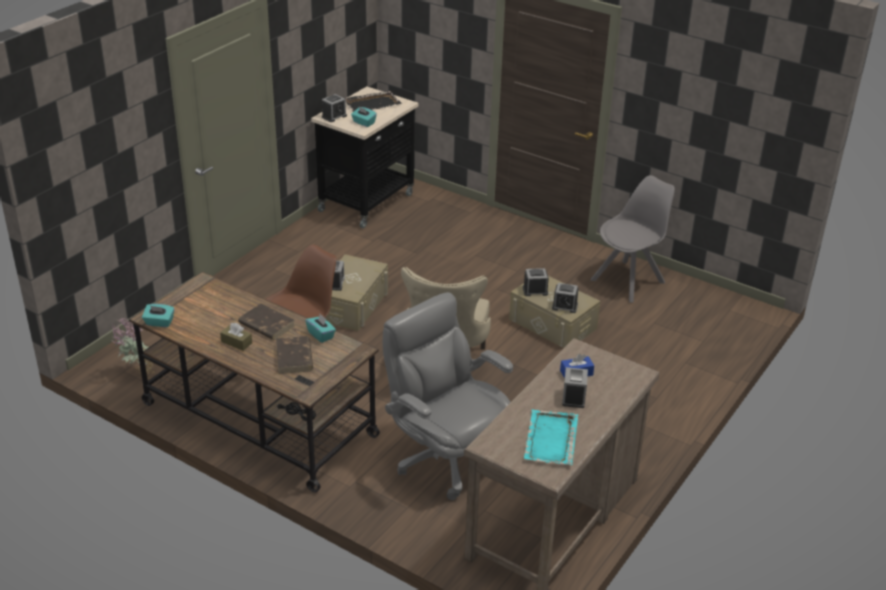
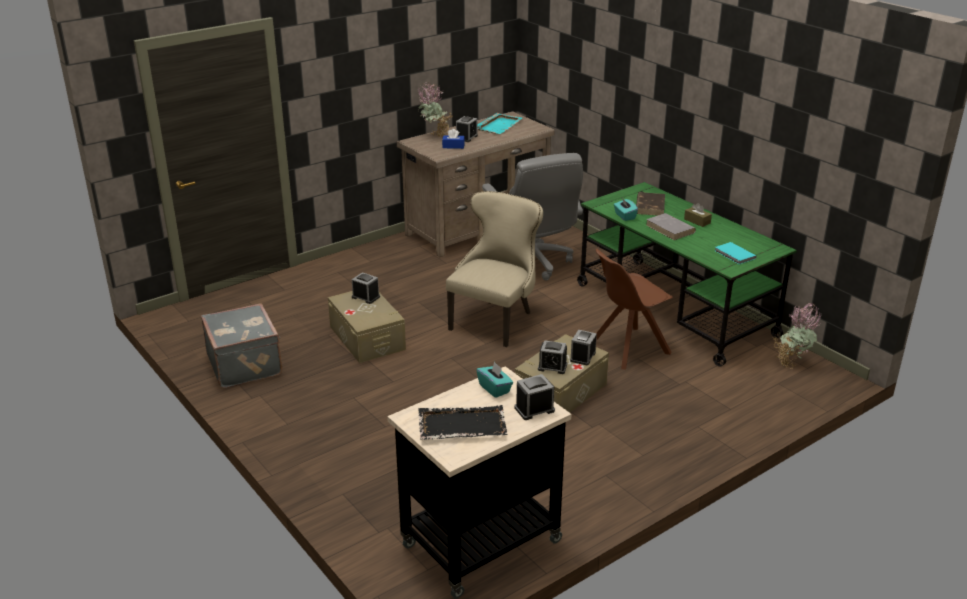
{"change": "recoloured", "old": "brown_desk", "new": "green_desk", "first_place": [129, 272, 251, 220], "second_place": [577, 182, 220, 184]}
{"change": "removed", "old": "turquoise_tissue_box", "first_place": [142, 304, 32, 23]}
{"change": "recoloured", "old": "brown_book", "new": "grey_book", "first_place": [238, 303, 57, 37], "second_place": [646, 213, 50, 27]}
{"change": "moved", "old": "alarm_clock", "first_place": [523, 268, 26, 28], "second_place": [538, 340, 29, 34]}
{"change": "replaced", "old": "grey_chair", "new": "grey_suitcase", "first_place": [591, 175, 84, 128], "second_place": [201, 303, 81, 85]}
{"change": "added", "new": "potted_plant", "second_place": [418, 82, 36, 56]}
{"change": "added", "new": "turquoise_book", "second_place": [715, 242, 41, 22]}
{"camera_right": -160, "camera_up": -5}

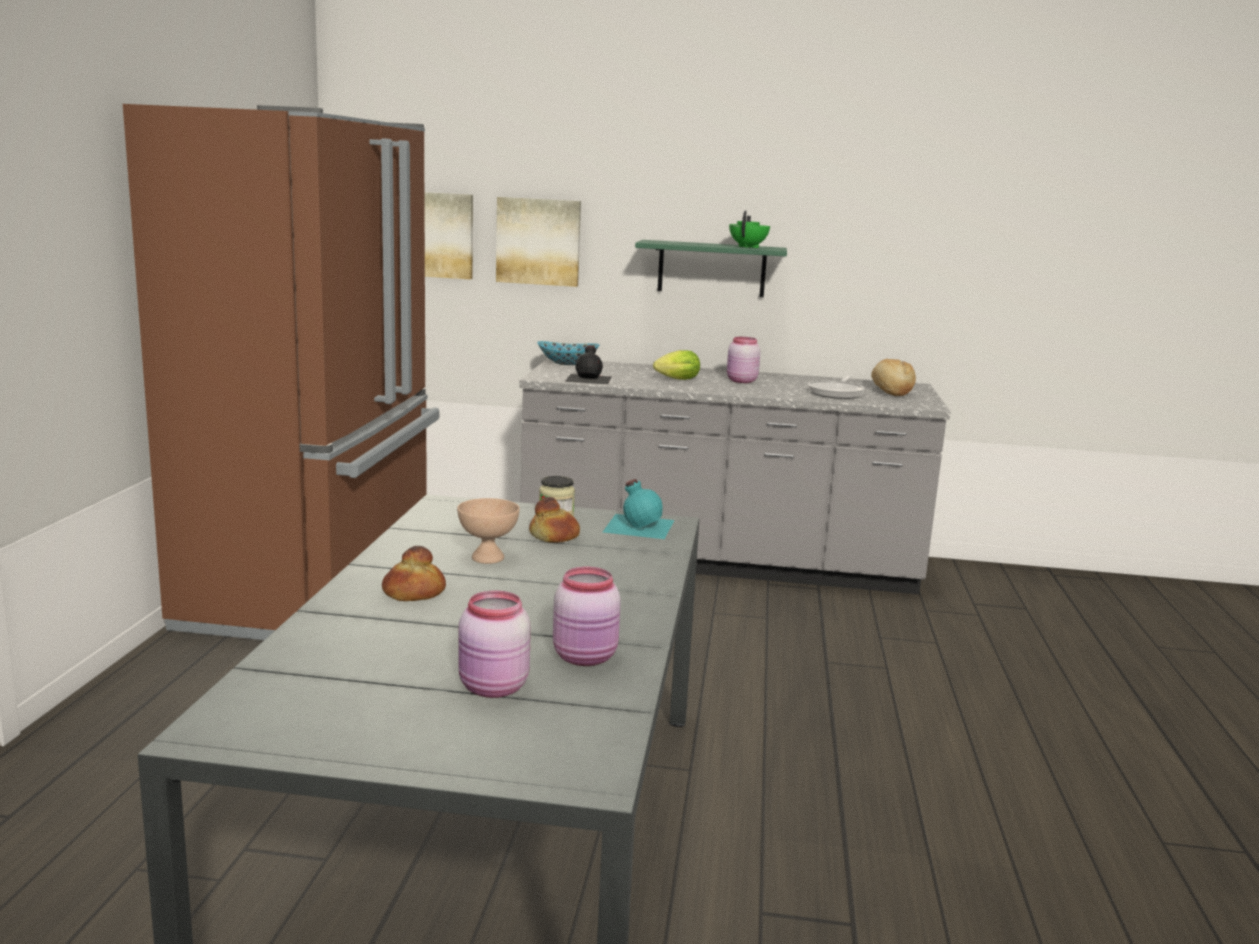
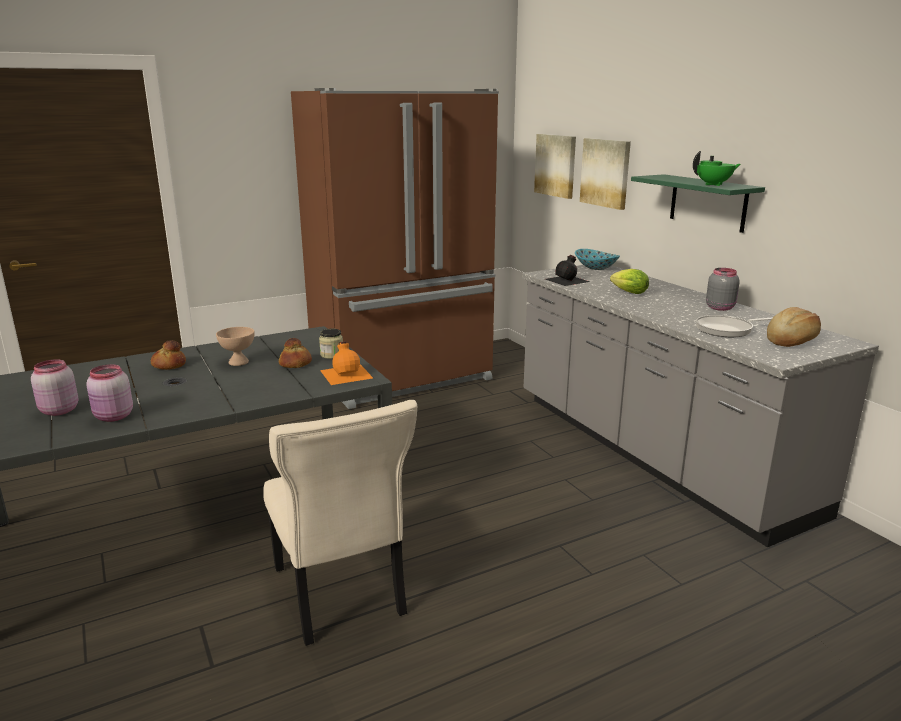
{"change": "recoloured", "old": "turquoise_bottle", "new": "orange_bottle", "first_place": [603, 479, 72, 60], "second_place": [320, 341, 53, 44]}
{"change": "removed", "old": "pink_jar", "first_place": [727, 337, 33, 46]}
{"change": "added", "new": "beige_chair", "second_place": [263, 400, 154, 246]}
{"change": "added", "new": "grey_jar", "second_place": [706, 268, 34, 43]}
{"camera_right": 55, "camera_up": 5}

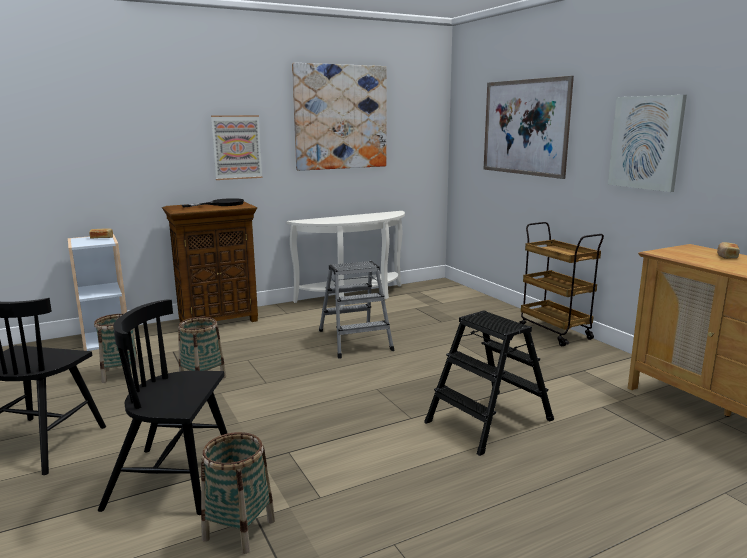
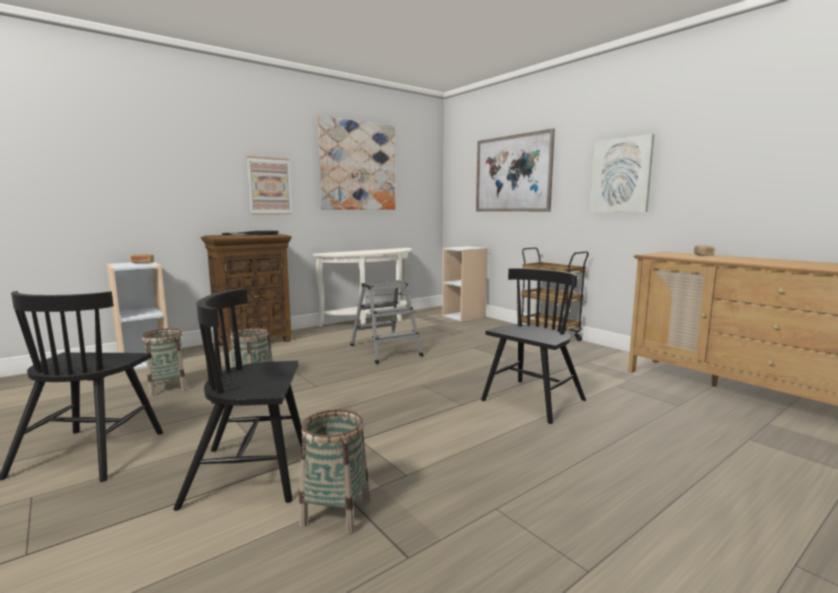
{"change": "replaced", "old": "black_step_ladder", "new": "black_chair", "first_place": [424, 310, 130, 146], "second_place": [481, 268, 105, 156]}
{"change": "added", "new": "bookcase", "second_place": [442, 246, 46, 76]}
{"camera_right": -10, "camera_up": -5}

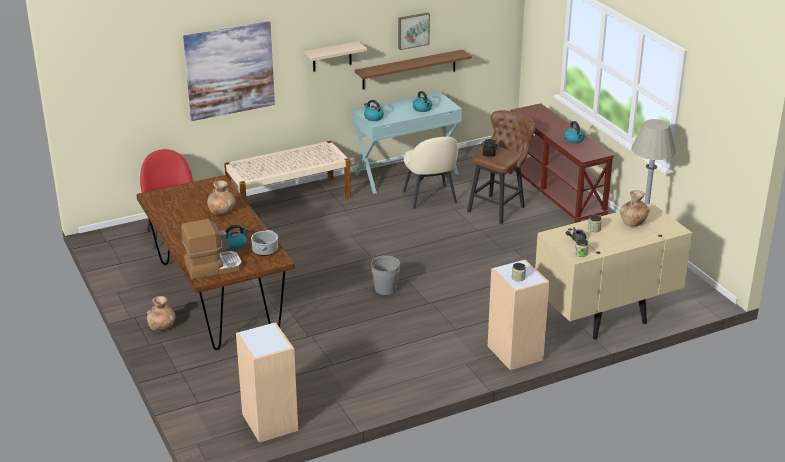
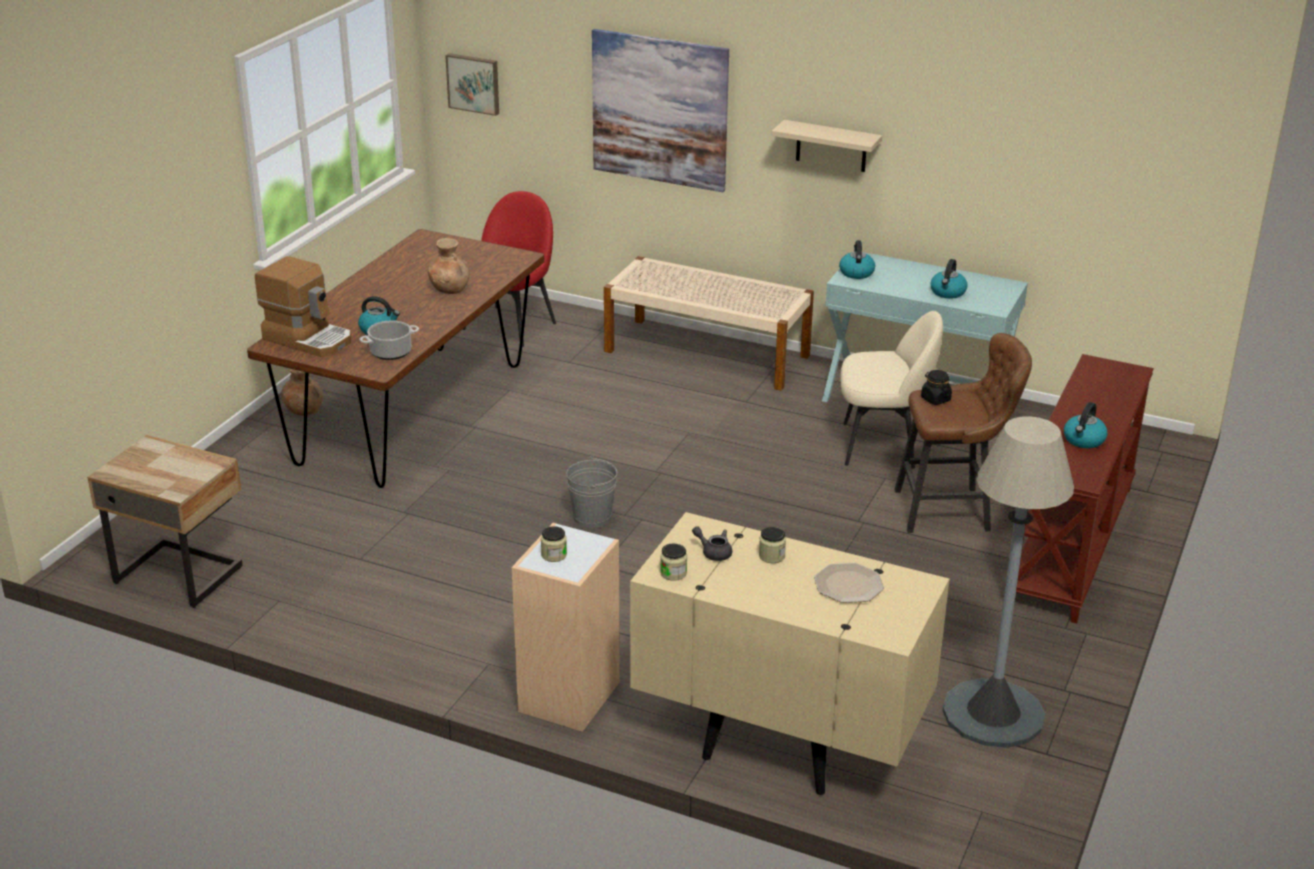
{"change": "replaced", "old": "bookcase", "new": "beige_nightstand", "first_place": [236, 322, 62, 121], "second_place": [87, 435, 156, 173]}
{"change": "removed", "old": "brown_shelf", "first_place": [355, 49, 117, 40]}
{"change": "moved", "old": "picture", "first_place": [398, 12, 32, 38], "second_place": [445, 53, 54, 63]}
{"change": "turned", "old": "beige_chair", "first_place": [403, 137, 55, 72], "second_place": [840, 311, 103, 158], "degrees": -120}
{"change": "replaced", "old": "brown_vase", "new": "plate", "first_place": [619, 190, 31, 37], "second_place": [814, 563, 70, 40]}
{"camera_right": 50, "camera_up": 0}

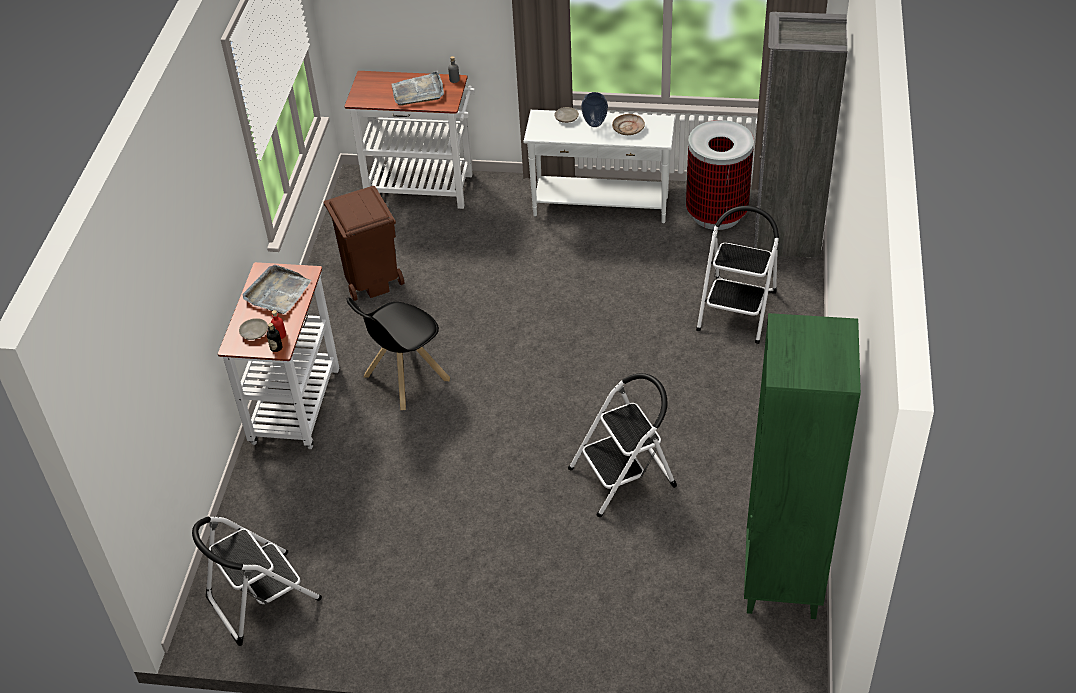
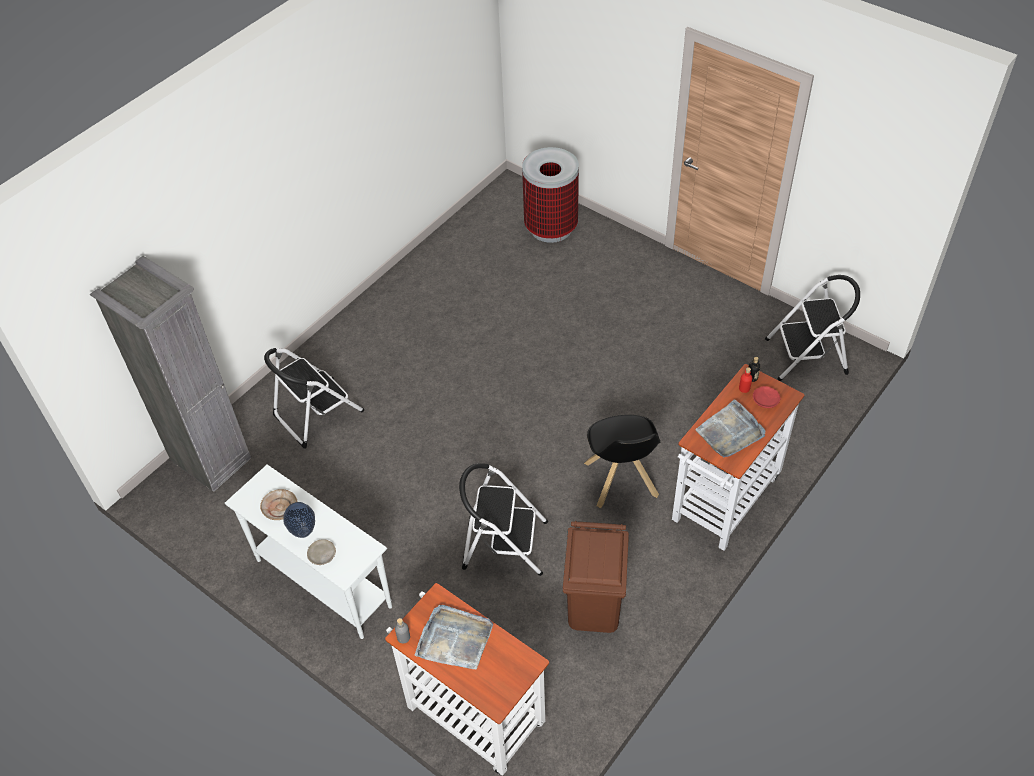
{"change": "recoloured", "old": "beige_plate", "new": "red_plate", "first_place": [239, 318, 29, 22], "second_place": [753, 386, 28, 22]}
{"change": "turned", "old": "black_chair", "first_place": [347, 298, 103, 112], "second_place": [584, 415, 77, 93], "degrees": 90}
{"change": "moved", "old": "step_ladder", "first_place": [568, 373, 109, 144], "second_place": [459, 463, 89, 113]}
{"change": "moved", "old": "trash_can", "first_place": [686, 120, 68, 110], "second_place": [522, 147, 57, 96]}
{"change": "removed", "old": "green_bookcase", "first_place": [744, 313, 117, 306]}
{"camera_right": -150, "camera_up": 5}

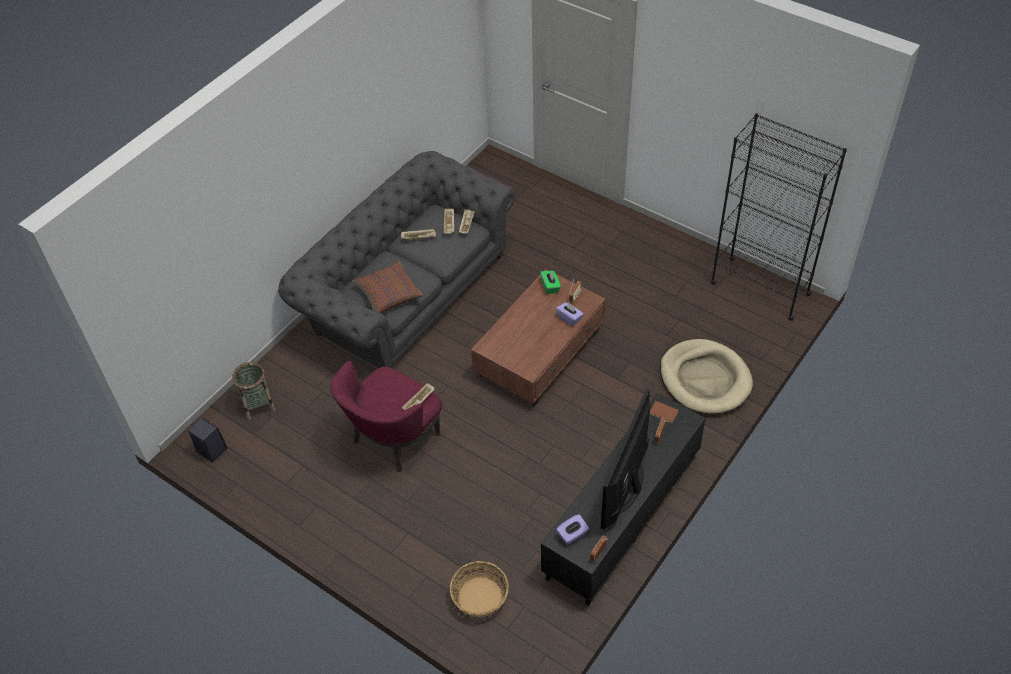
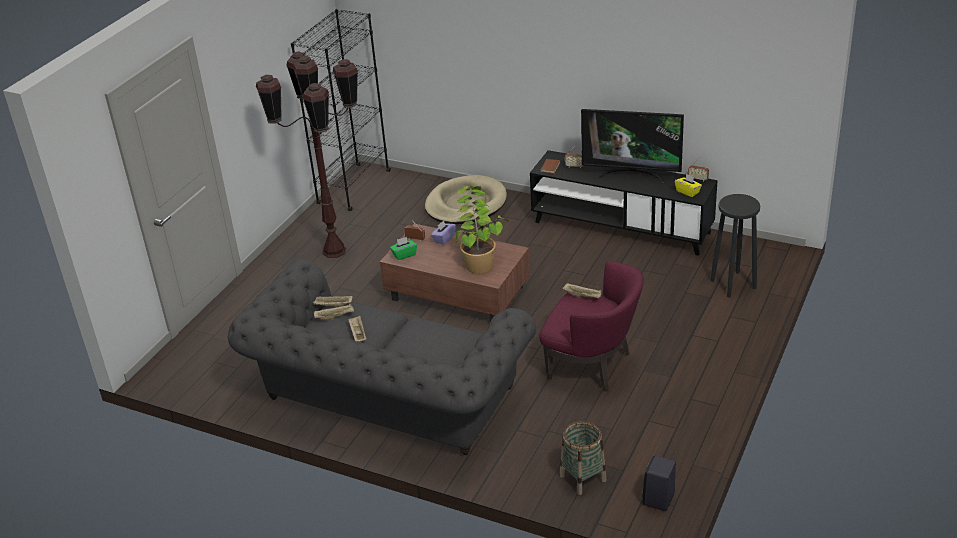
{"change": "removed", "old": "brown_pillow", "first_place": [352, 261, 71, 52]}
{"change": "replaced", "old": "basket", "new": "black_stool", "first_place": [450, 561, 59, 56], "second_place": [710, 194, 50, 104]}
{"change": "recoloured", "old": "purple_tissue_box", "new": "yellow_tissue_box", "first_place": [556, 514, 33, 31], "second_place": [675, 174, 27, 23]}
{"change": "added", "new": "brown_floor_lamp", "second_place": [256, 51, 102, 207]}
{"change": "added", "new": "potted_plant", "second_place": [456, 185, 53, 88]}
{"camera_right": -100, "camera_up": -15}

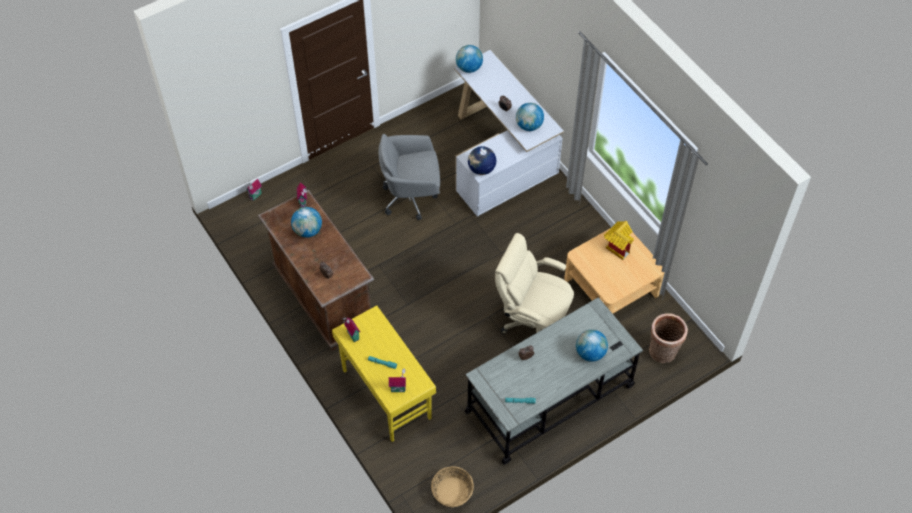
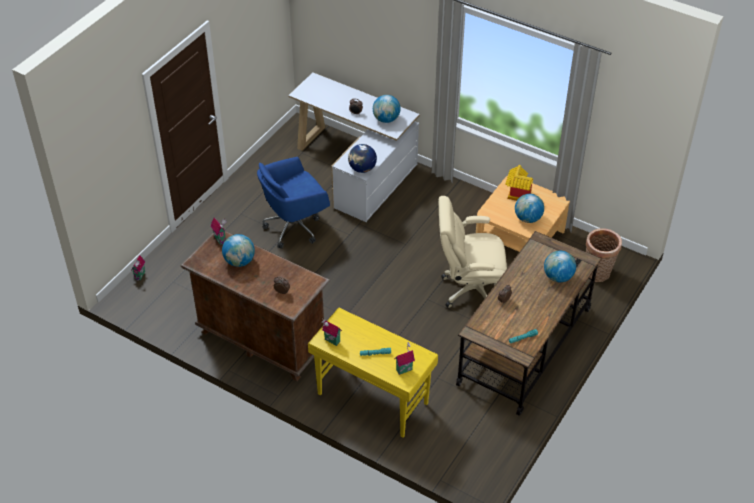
{"change": "recoloured", "old": "grey_office_chair", "new": "blue_office_chair", "first_place": [379, 134, 61, 86], "second_place": [257, 157, 73, 92]}
{"change": "removed", "old": "basket", "first_place": [431, 466, 43, 41]}
{"change": "moved", "old": "globe", "first_place": [456, 45, 27, 28], "second_place": [515, 194, 29, 29]}
{"change": "recoloured", "old": "grey_desk", "new": "brown_desk", "first_place": [465, 297, 178, 167], "second_place": [456, 231, 145, 185]}
{"camera_right": -25, "camera_up": -10}

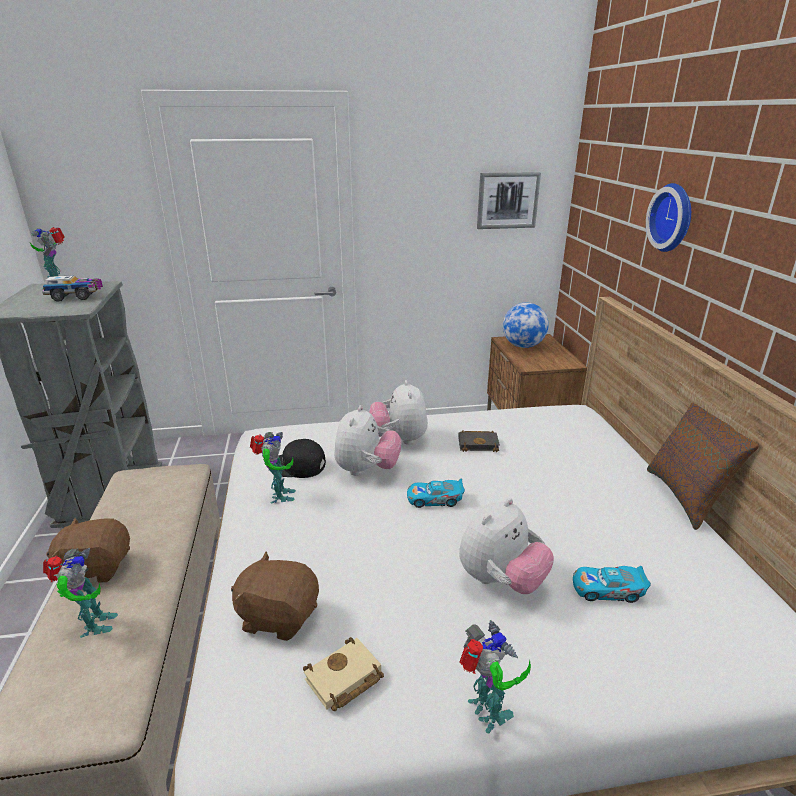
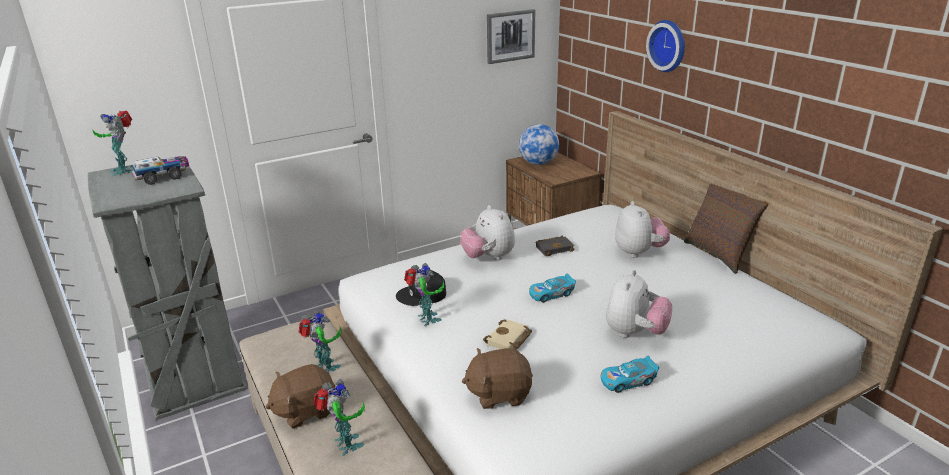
{"change": "moved", "old": "beige_book", "first_place": [303, 637, 81, 74], "second_place": [483, 319, 49, 31]}
{"change": "moved", "old": "plush_toy", "first_place": [334, 405, 68, 71], "second_place": [615, 201, 55, 57]}
{"change": "moved", "old": "toy_robot", "first_place": [459, 620, 72, 113], "second_place": [299, 311, 43, 63]}
{"change": "moved", "old": "toy_car", "first_place": [573, 566, 78, 37], "second_place": [600, 356, 59, 37]}
{"camera_right": -20, "camera_up": 0}

